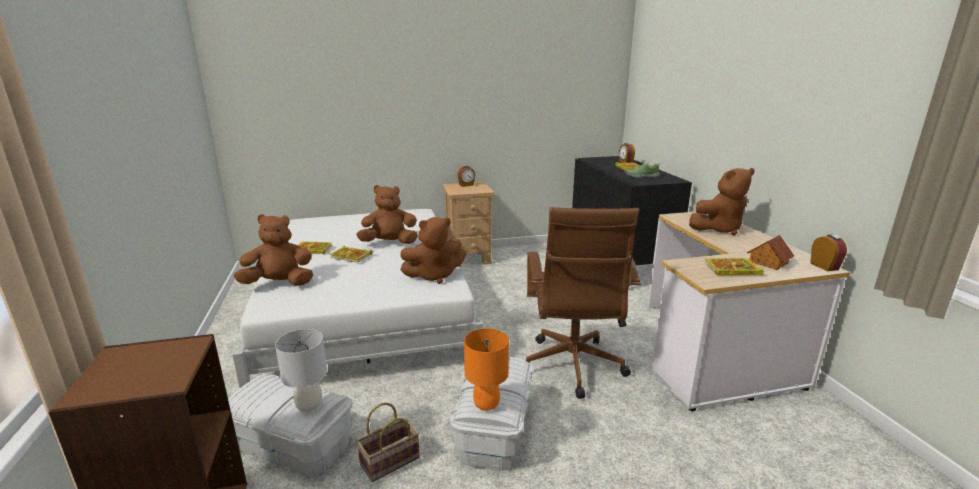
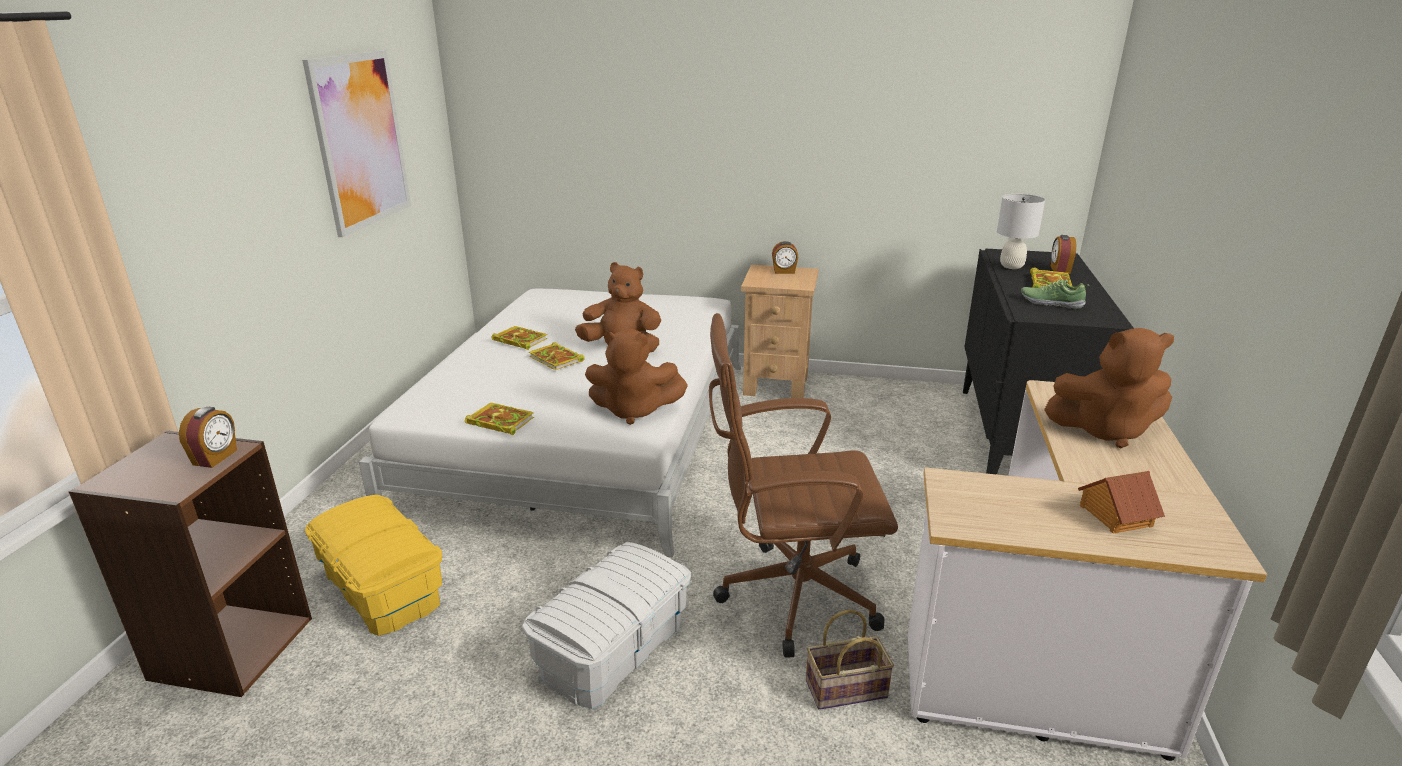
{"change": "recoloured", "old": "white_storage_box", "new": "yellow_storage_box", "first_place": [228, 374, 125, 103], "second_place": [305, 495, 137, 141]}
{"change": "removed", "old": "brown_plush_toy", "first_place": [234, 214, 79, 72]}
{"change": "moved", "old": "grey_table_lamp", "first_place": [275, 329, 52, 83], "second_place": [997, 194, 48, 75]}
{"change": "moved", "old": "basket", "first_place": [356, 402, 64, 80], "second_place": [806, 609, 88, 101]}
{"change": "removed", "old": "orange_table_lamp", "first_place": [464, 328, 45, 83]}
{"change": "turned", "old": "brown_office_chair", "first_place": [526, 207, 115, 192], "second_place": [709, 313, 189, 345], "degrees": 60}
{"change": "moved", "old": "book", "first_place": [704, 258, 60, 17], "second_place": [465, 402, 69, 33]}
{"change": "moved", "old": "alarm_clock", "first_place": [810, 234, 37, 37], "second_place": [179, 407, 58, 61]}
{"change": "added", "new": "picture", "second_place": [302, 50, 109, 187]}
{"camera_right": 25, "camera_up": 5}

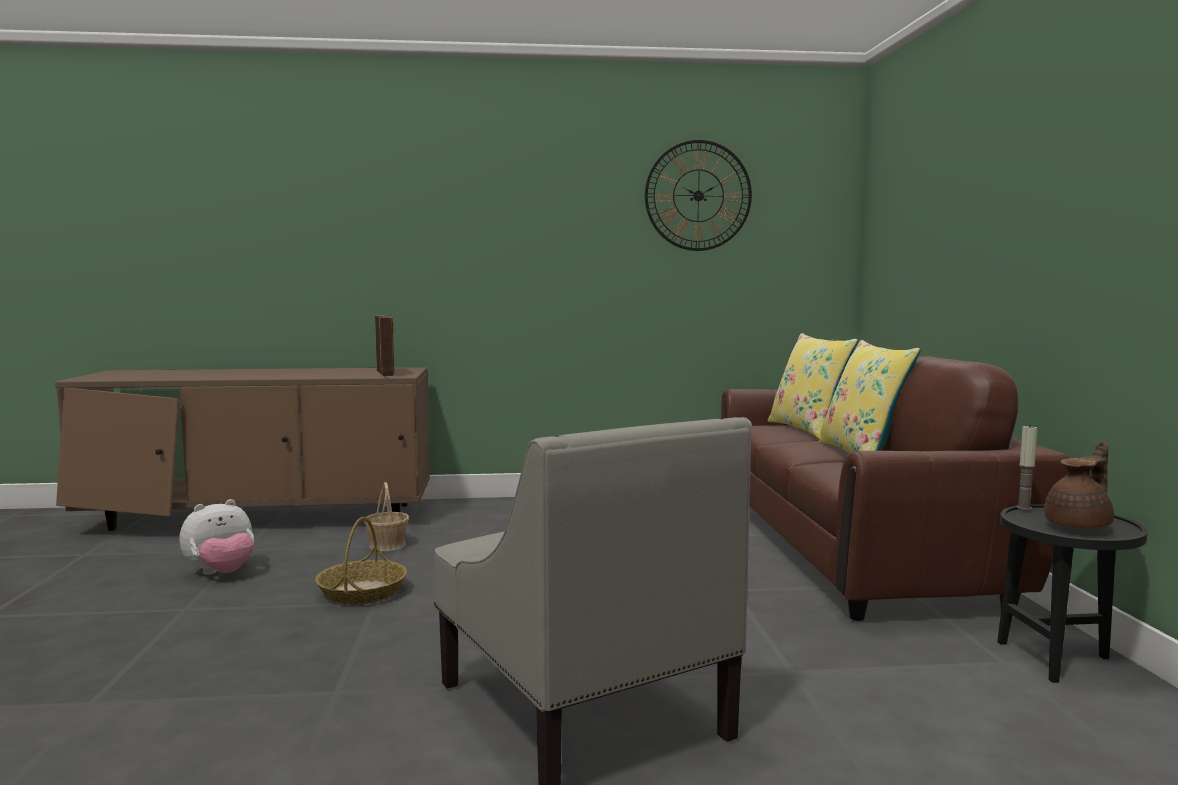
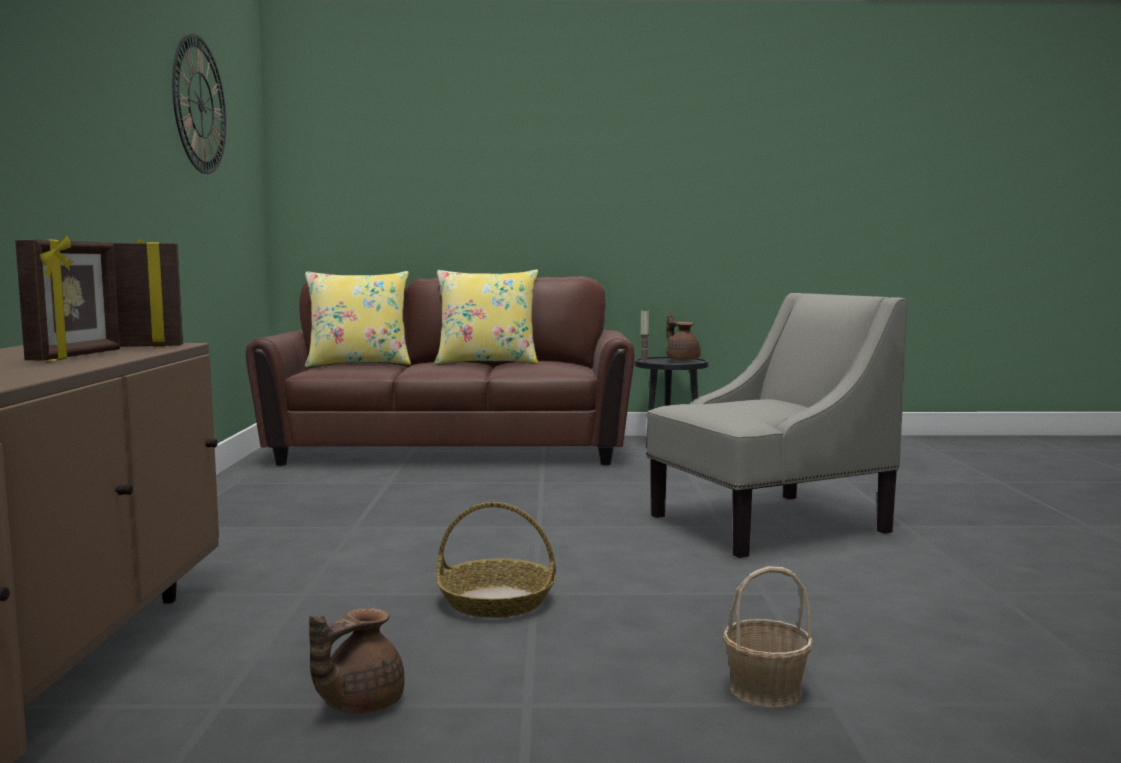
{"change": "replaced", "old": "plush_toy", "new": "brown_teapot", "first_place": [179, 499, 75, 76], "second_place": [309, 608, 96, 106]}
{"change": "moved", "old": "basket", "first_place": [364, 482, 45, 69], "second_place": [723, 566, 90, 142]}
{"change": "added", "new": "picture_frame", "second_place": [15, 235, 105, 126]}
{"camera_right": -85, "camera_up": 0}

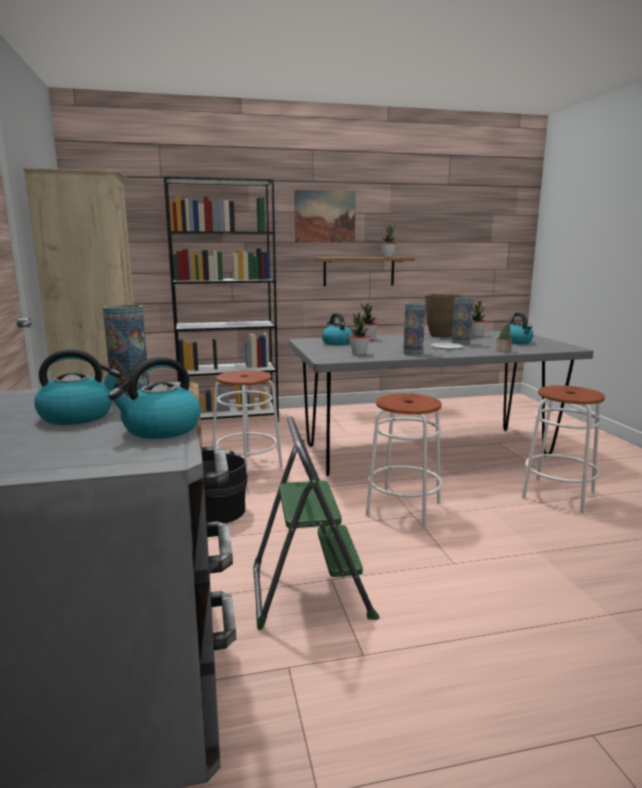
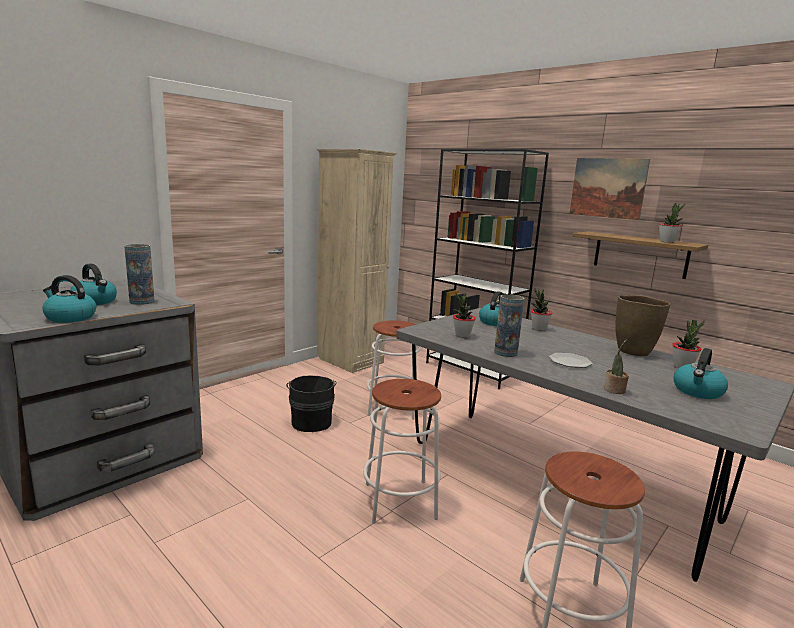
{"change": "removed", "old": "green_step_ladder", "first_place": [253, 416, 126, 214]}
{"change": "removed", "old": "vase", "first_place": [452, 297, 21, 48]}
{"camera_right": 55, "camera_up": 0}

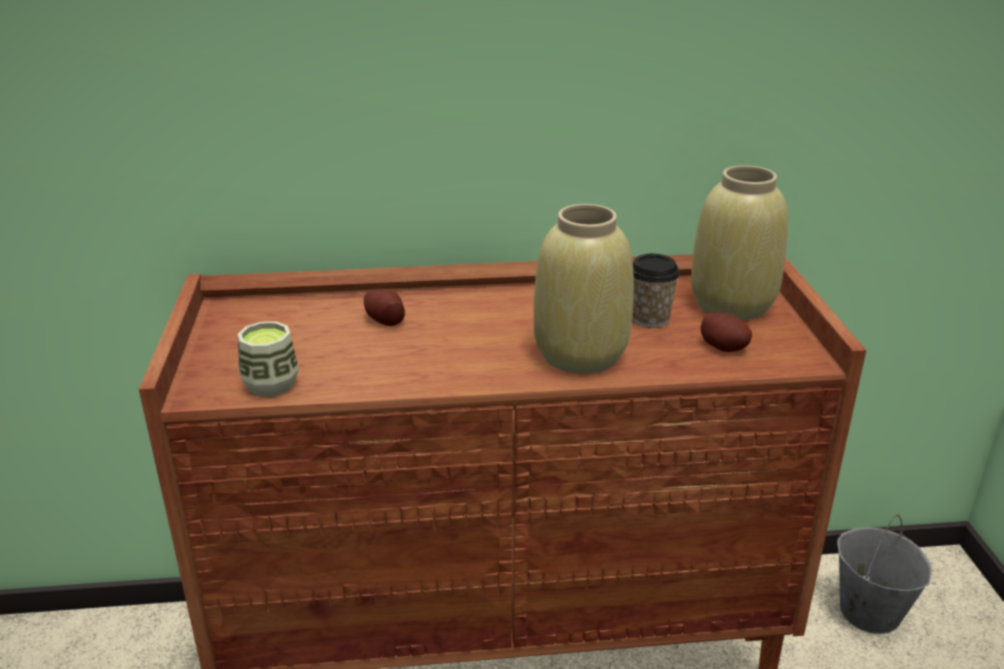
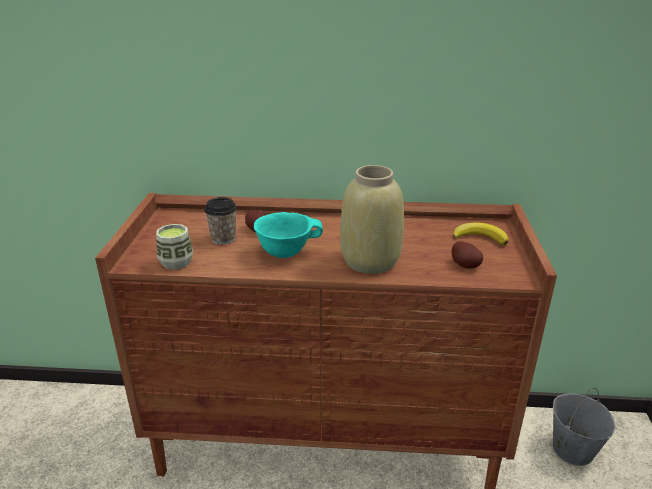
{"change": "moved", "old": "cup", "first_place": [632, 254, 48, 74], "second_place": [204, 197, 33, 47]}
{"change": "replaced", "old": "beige_vase", "new": "banana", "first_place": [691, 165, 97, 155], "second_place": [453, 222, 55, 23]}
{"change": "added", "new": "turquoise_bowl", "second_place": [254, 212, 69, 46]}
{"camera_right": 10, "camera_up": 0}

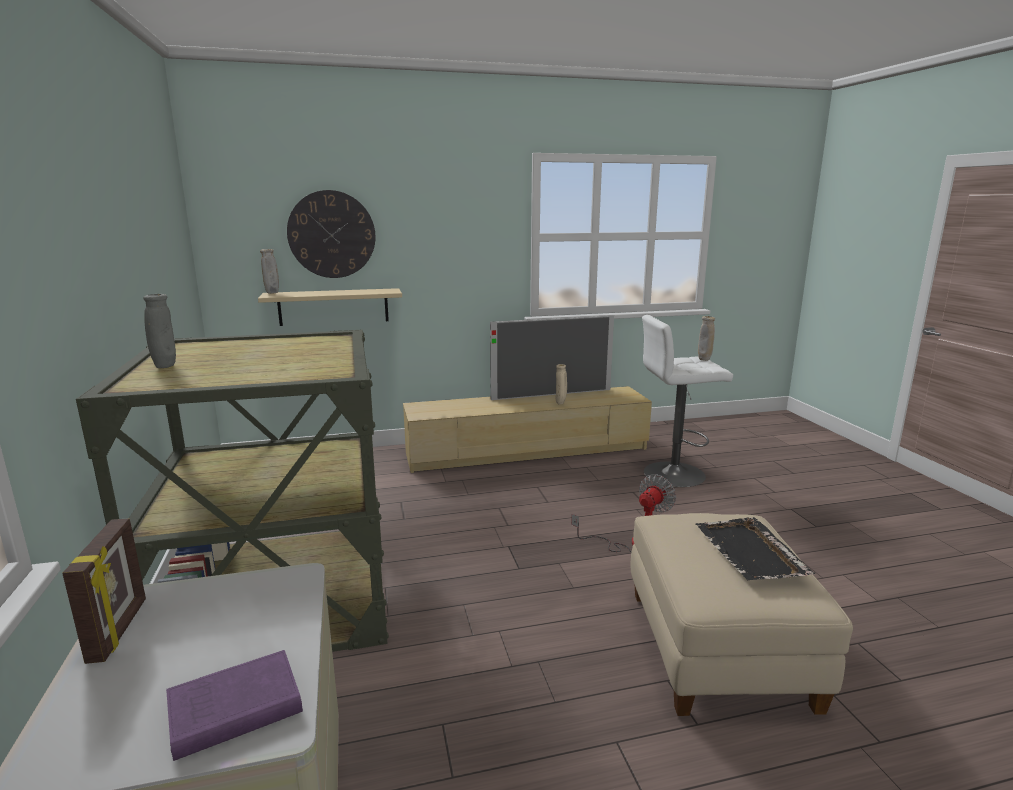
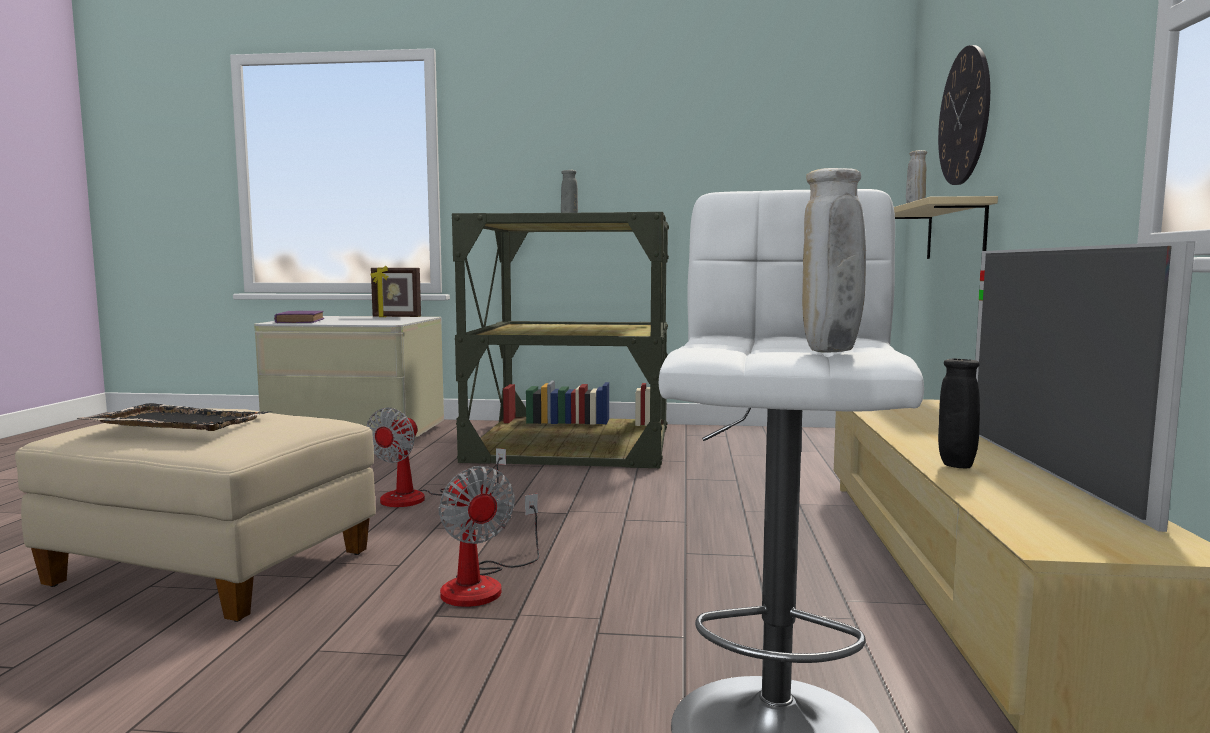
{"change": "recoloured", "old": "beige_vase", "new": "black_vase", "first_place": [556, 364, 11, 41], "second_place": [938, 358, 42, 110]}
{"change": "added", "new": "fan", "second_place": [367, 407, 139, 100]}
{"camera_right": 110, "camera_up": -10}

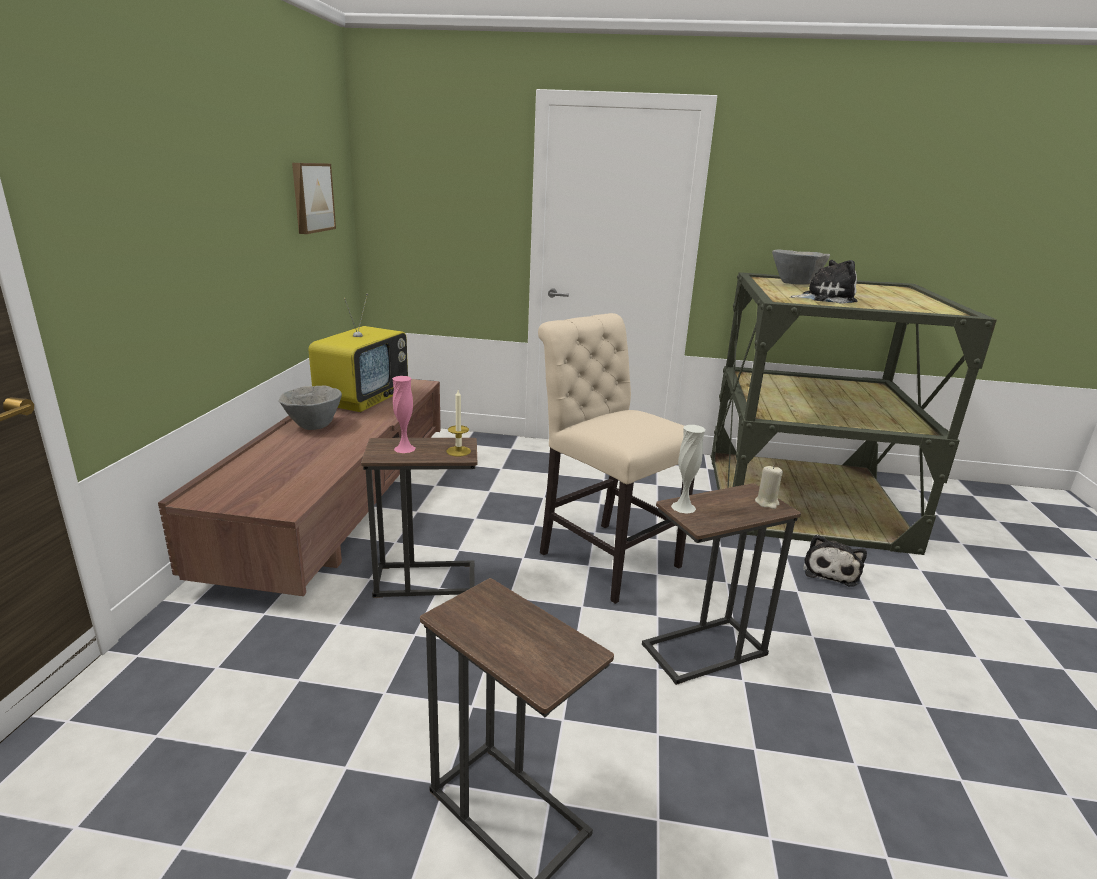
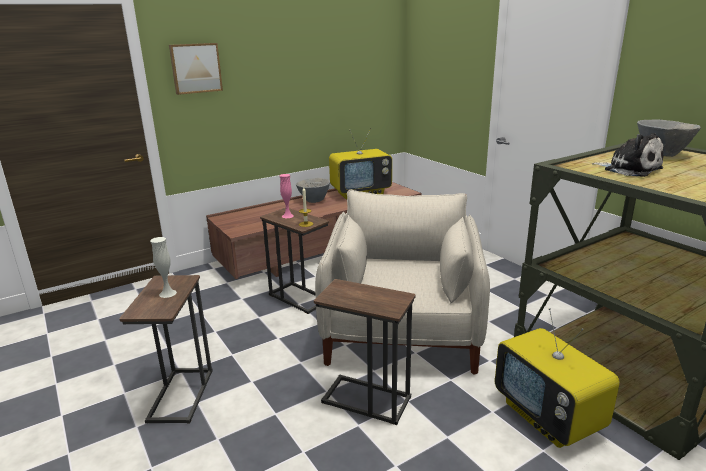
{"change": "moved", "old": "picture", "first_place": [292, 163, 44, 71], "second_place": [169, 43, 54, 52]}
{"change": "replaced", "old": "beige_stool", "new": "beige_armchair", "first_place": [538, 313, 157, 291], "second_place": [315, 190, 175, 185]}
{"change": "moved", "old": "white_vase", "first_place": [671, 425, 34, 89], "second_place": [150, 237, 27, 61]}
{"change": "removed", "old": "beige_candle", "first_place": [755, 465, 28, 44]}
{"change": "replaced", "old": "plush_toy", "new": "television", "first_place": [803, 535, 64, 52], "second_place": [495, 308, 125, 140]}
{"camera_right": 50, "camera_up": 0}

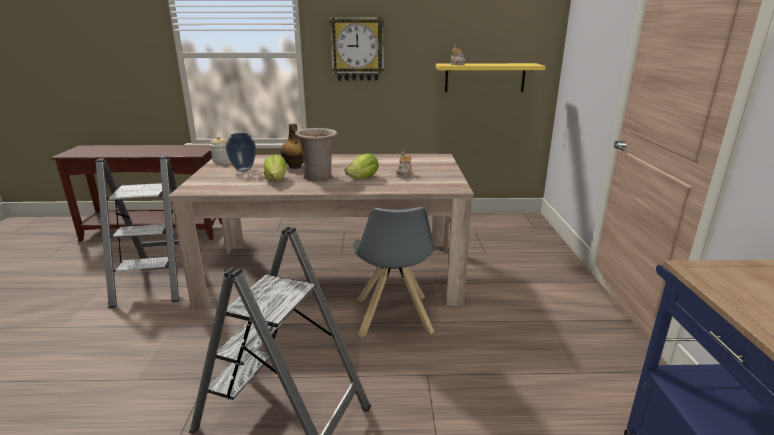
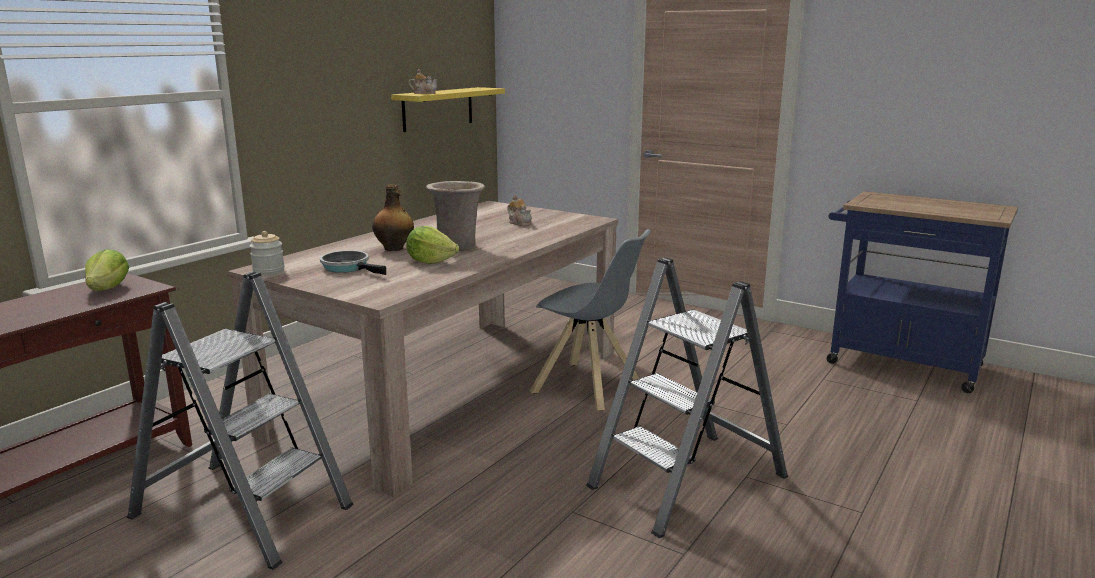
{"change": "replaced", "old": "vase", "new": "frying_pan", "first_place": [226, 133, 30, 39], "second_place": [320, 250, 66, 25]}
{"change": "removed", "old": "wall_clock", "first_place": [330, 17, 54, 64]}
{"change": "moved", "old": "lettuce", "first_place": [345, 153, 34, 25], "second_place": [85, 249, 44, 42]}
{"camera_right": -55, "camera_up": -5}

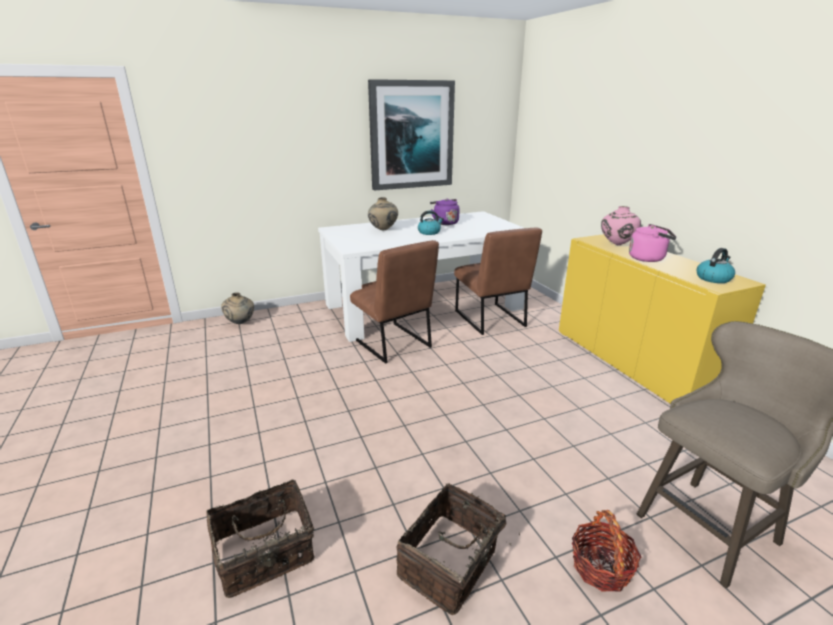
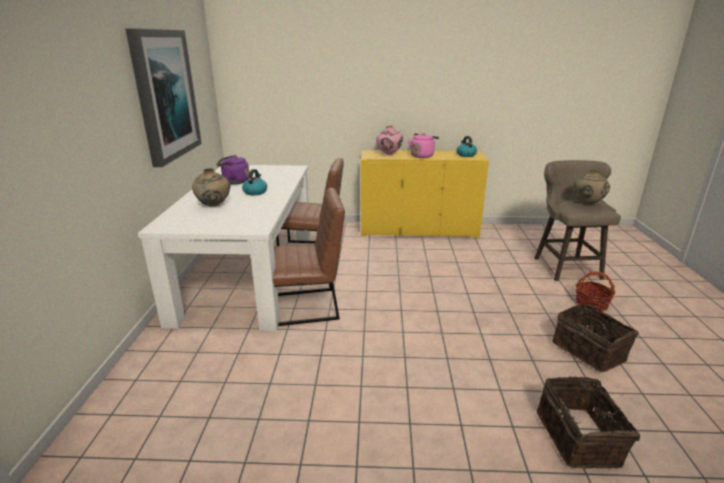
{"change": "moved", "old": "beige_vase", "first_place": [221, 292, 33, 32], "second_place": [574, 170, 36, 34]}
{"camera_right": -65, "camera_up": 0}

